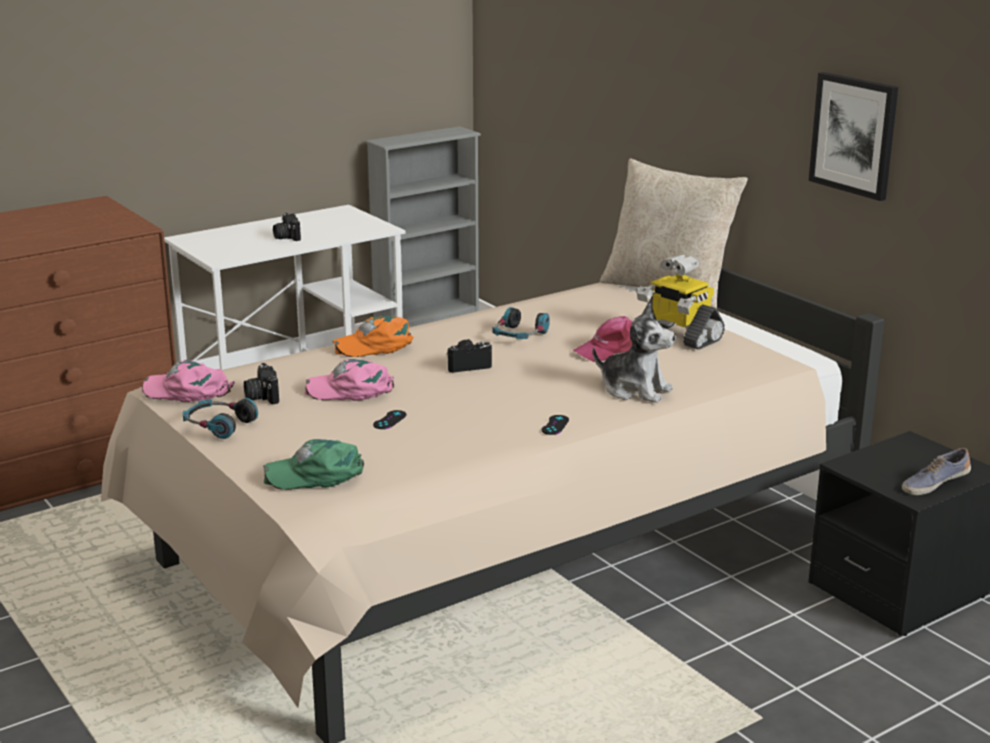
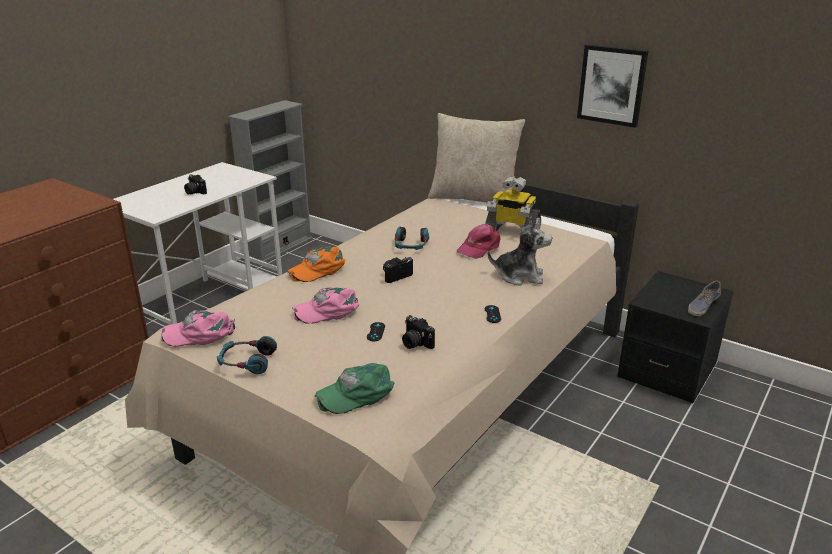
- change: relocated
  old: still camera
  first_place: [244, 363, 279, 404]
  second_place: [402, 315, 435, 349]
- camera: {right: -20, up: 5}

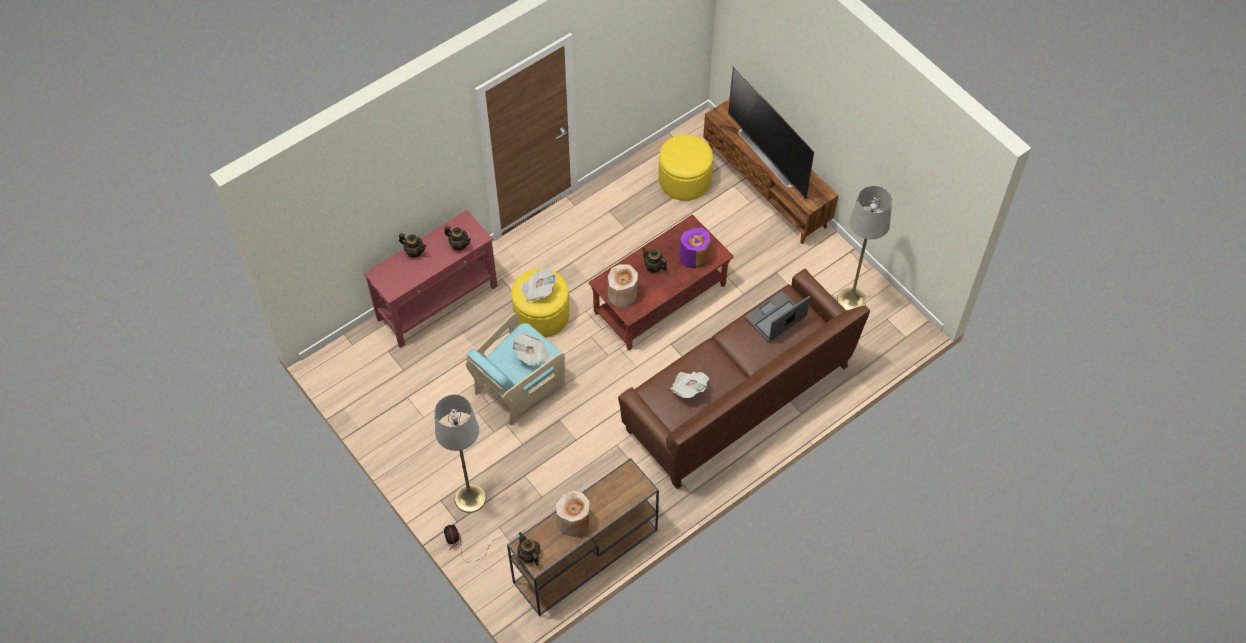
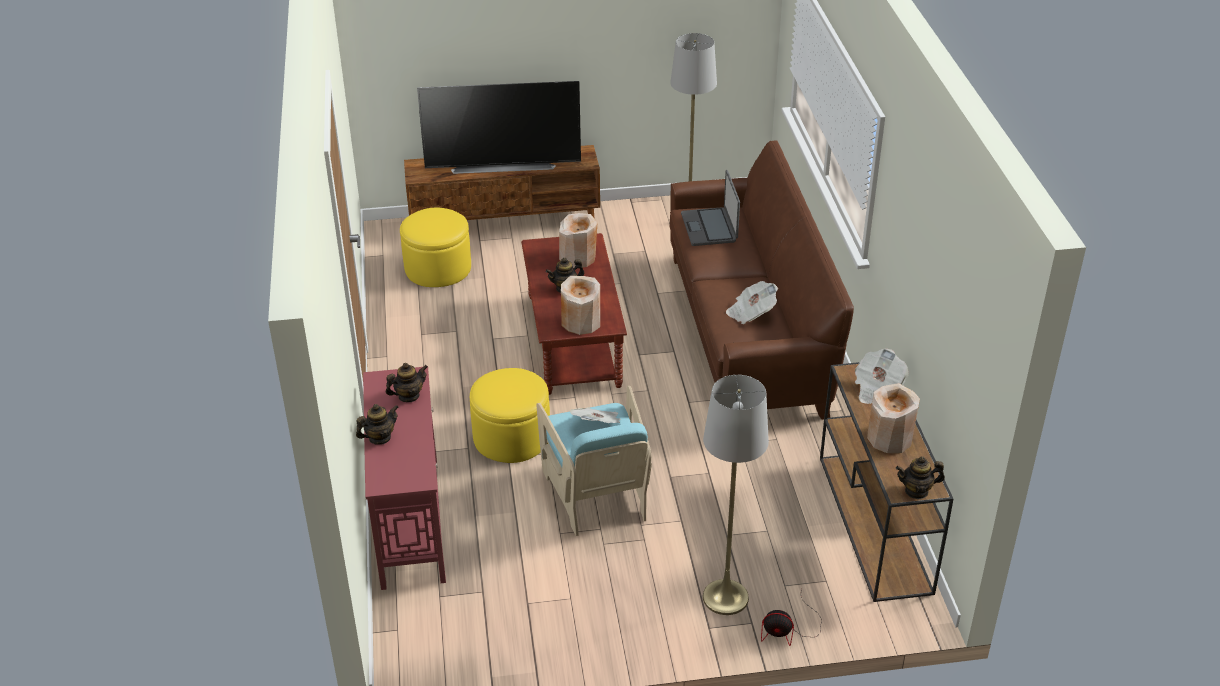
- change: colour
  old: purplish flower vase
  new: beige flower vase
  first_place: [679, 228, 710, 269]
  second_place: [559, 213, 597, 268]
- change: relocated
  old: daily paper
  first_place: [520, 269, 557, 301]
  second_place: [855, 348, 909, 404]
- camera: {right: -60, up: -20}

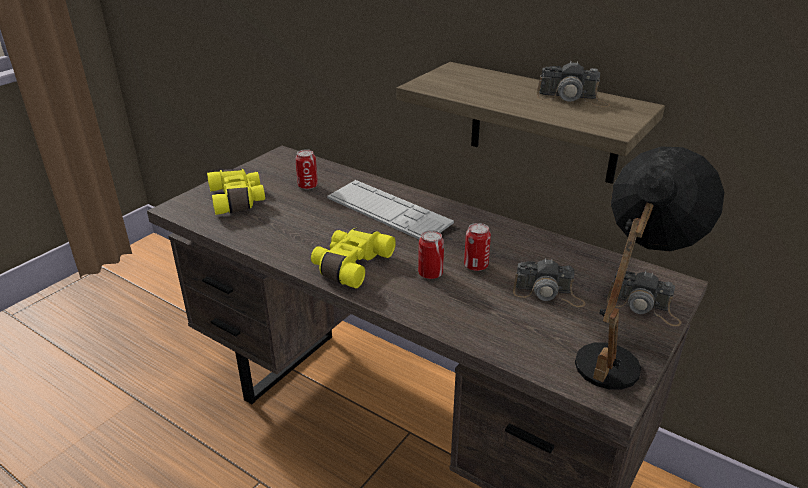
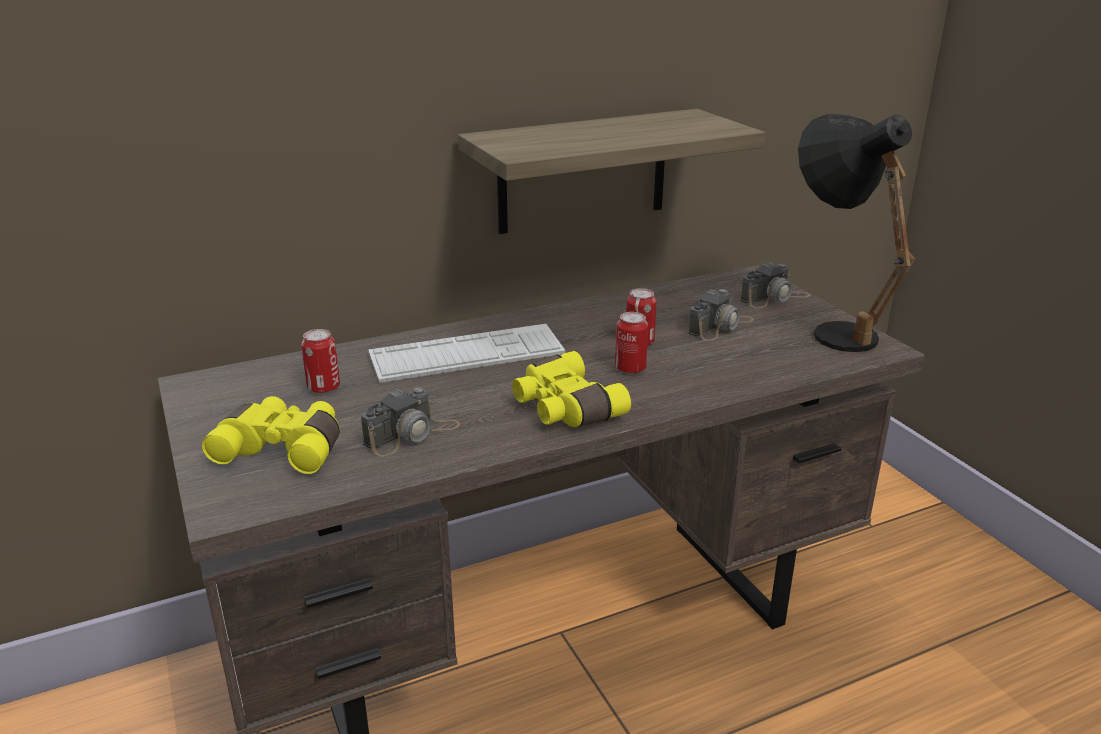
- change: relocated
  old: still camera
  first_place: [537, 61, 610, 107]
  second_place: [361, 387, 460, 457]
- camera: {right: -60, up: -5}

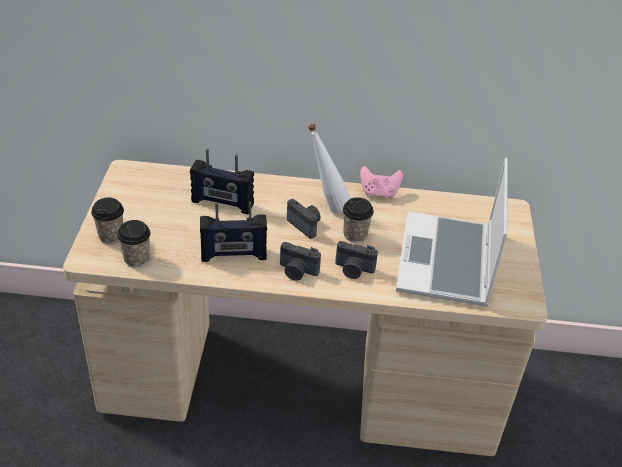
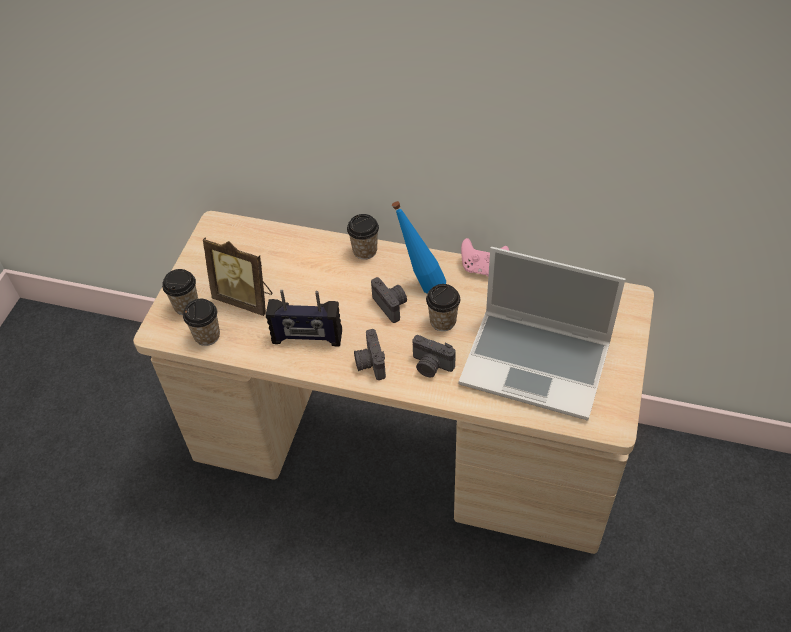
- change: colour
  old: white-coloured beverage bottle
  new: blue beverage bottle
  first_place: [308, 124, 350, 214]
  second_place: [392, 201, 446, 294]
- change: missing
  old: radio set
  first_place: [190, 148, 254, 214]
- change: spun
  old: notebook computer
  first_place: [396, 158, 508, 306]
  second_place: [459, 247, 625, 421]
  degrees: -90
- change: spun
  old: still camera
  first_place: [280, 242, 321, 281]
  second_place: [354, 329, 386, 380]
  degrees: 45
- change: appeared
  new: cup
  second_place: [347, 214, 379, 260]
- change: appeared
  new: picture frame
  second_place: [203, 237, 272, 316]
- camera: {right: 15, up: 10}

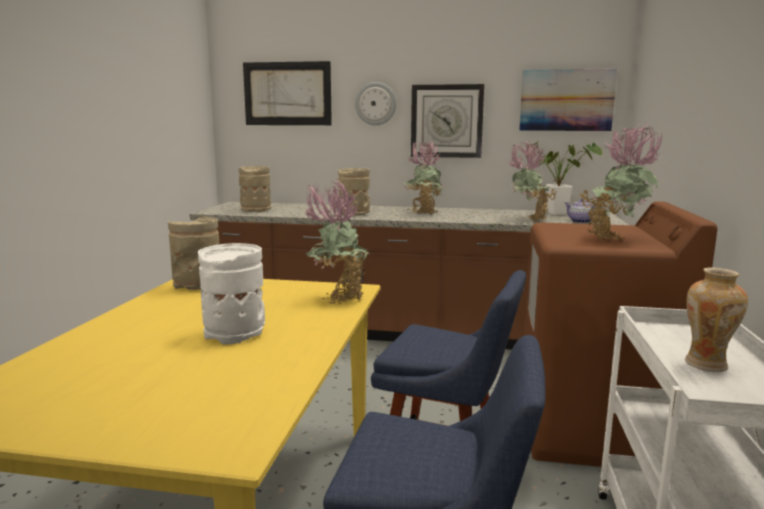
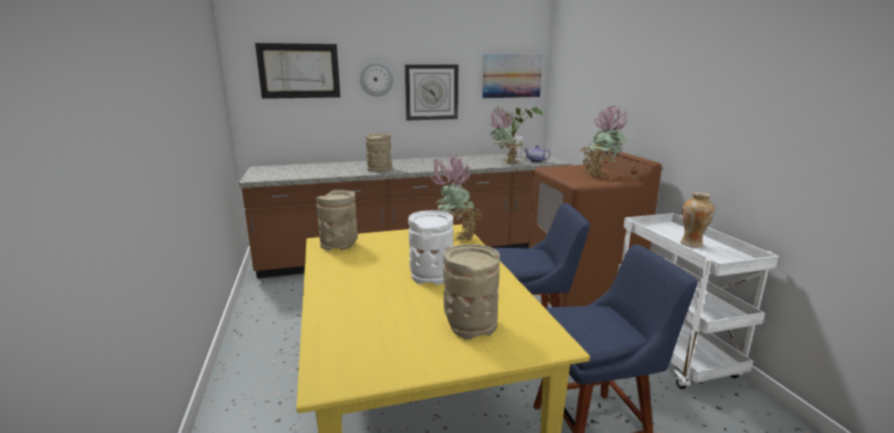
- change: missing
  old: potted plant
  first_place: [404, 140, 445, 215]
- change: relocated
  old: beige flower vase
  first_place: [238, 166, 271, 213]
  second_place: [444, 244, 500, 340]
- camera: {right: -25, up: 5}

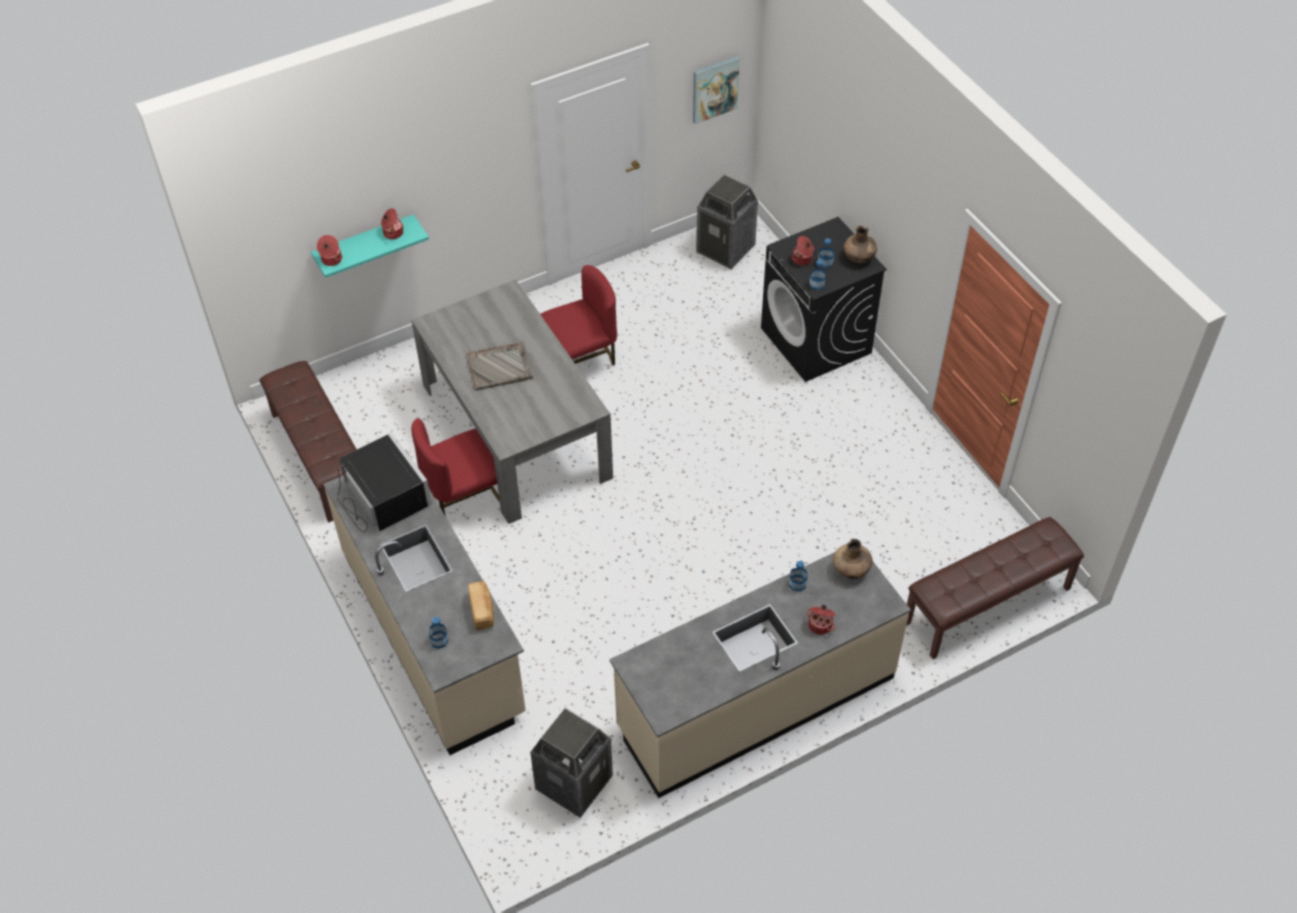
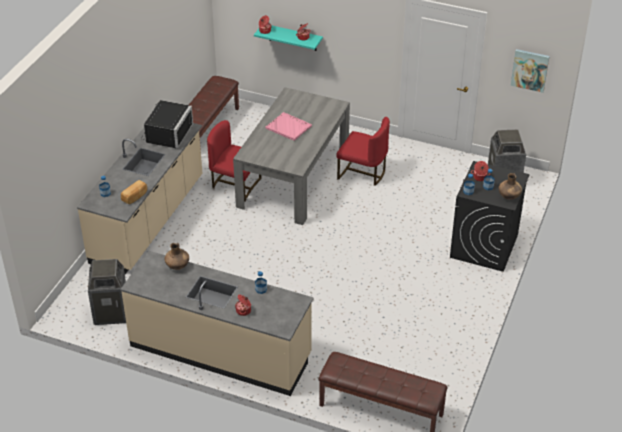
- change: colour
  old: grey carrying tray
  new: pink-coloured carrying tray
  first_place: [466, 342, 533, 391]
  second_place: [266, 112, 312, 141]
- change: relocated
  old: brown-coloured flower vase
  first_place: [833, 539, 873, 579]
  second_place: [165, 243, 189, 270]
- camera: {right: 50, up: -10}

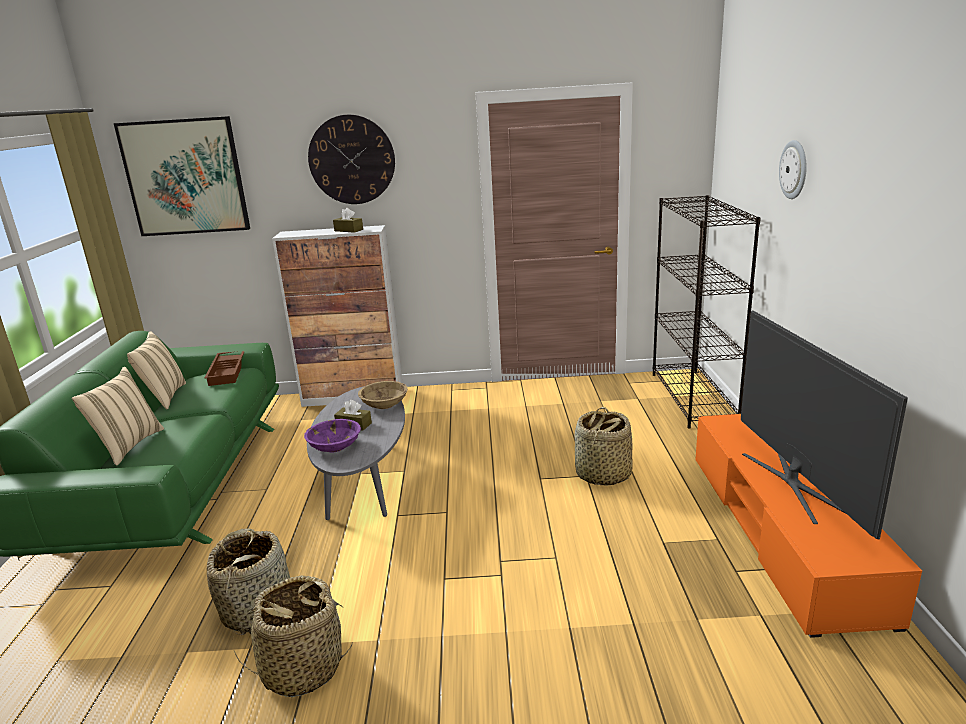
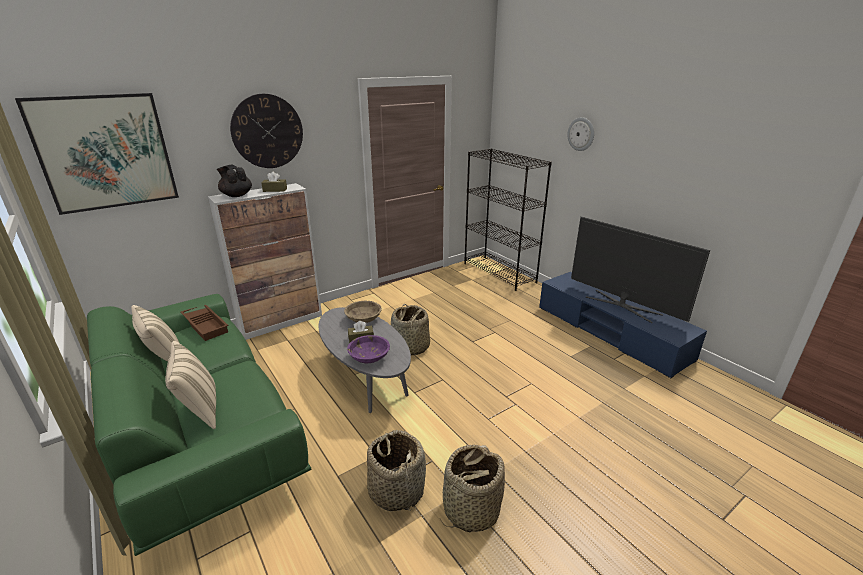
- change: relocated
  old: household basket
  first_place: [575, 407, 633, 486]
  second_place: [391, 304, 430, 356]
- change: colour
  old: orange tv unit
  new: blue tv unit
  first_place: [695, 414, 922, 638]
  second_place: [539, 272, 707, 378]
- change: appeared
  new: black-coloured tea pot
  second_place: [217, 165, 252, 197]
- camera: {right: -35, up: 5}

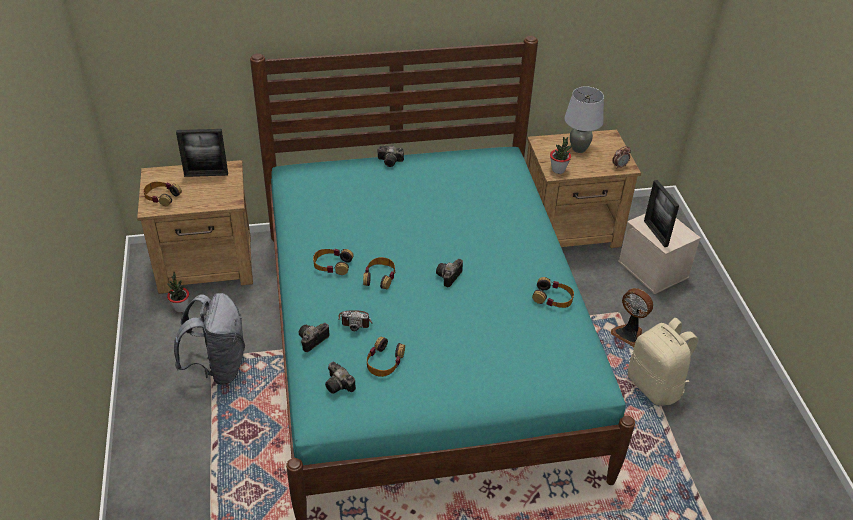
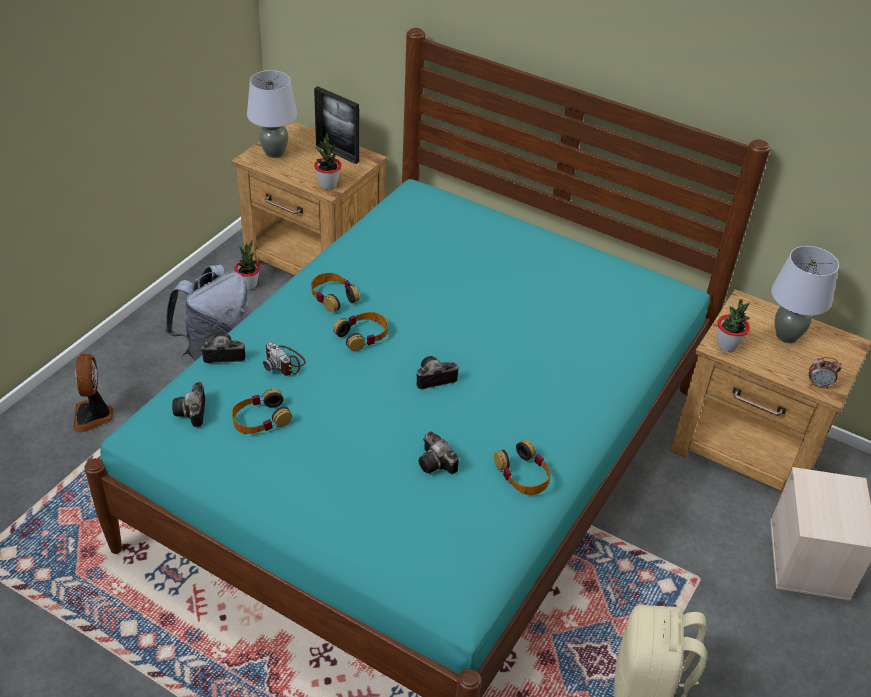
- change: relocated
  old: still camera
  first_place: [377, 145, 404, 167]
  second_place: [418, 431, 459, 474]
- change: missing
  old: picture frame
  first_place: [644, 180, 679, 247]
- change: exchanged
  old: headset
  new: grey table lamp
  first_place: [143, 182, 182, 206]
  second_place: [247, 70, 297, 158]
- change: relocated
  old: cooling fan
  first_place: [611, 288, 653, 347]
  second_place: [73, 354, 113, 433]
- change: appeared
  new: potted plant
  second_place: [314, 132, 342, 189]
- camera: {right: 40, up: 0}

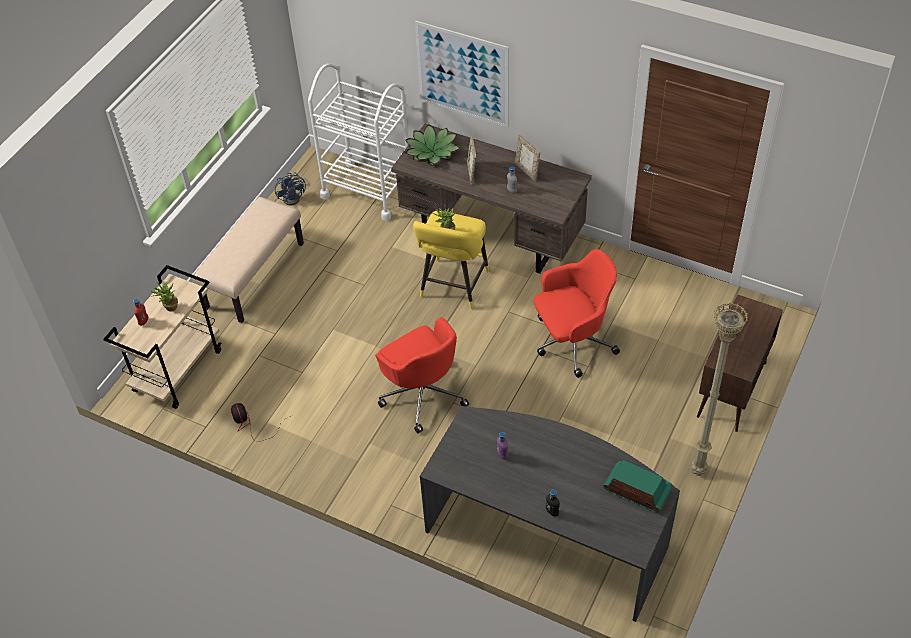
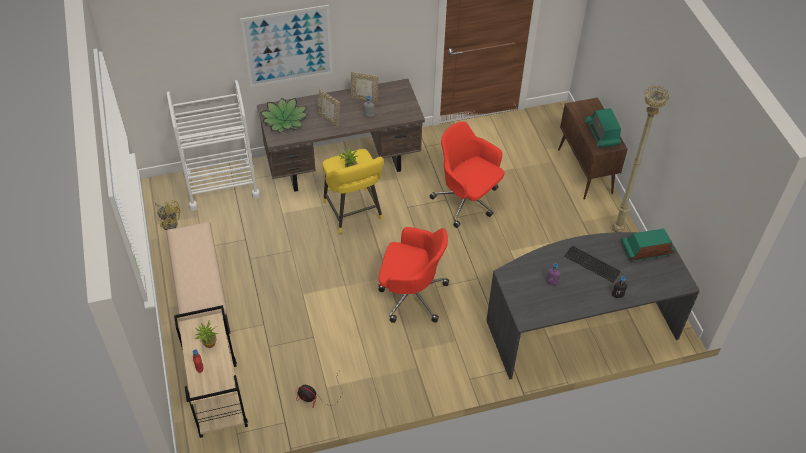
- change: colour
  old: blue cooling fan
  new: yellow-coloured cooling fan
  first_place: [275, 172, 306, 205]
  second_place: [155, 200, 180, 230]
- change: spun
  old: red-coloured office chair
  first_place: [534, 249, 620, 378]
  second_place: [429, 121, 505, 228]
  degrees: -75
- change: appeared
  new: radio set
  second_place: [585, 108, 621, 148]
- change: appeared
  new: computer keyboard
  second_place: [564, 246, 621, 282]
- camera: {right: -45, up: 0}

